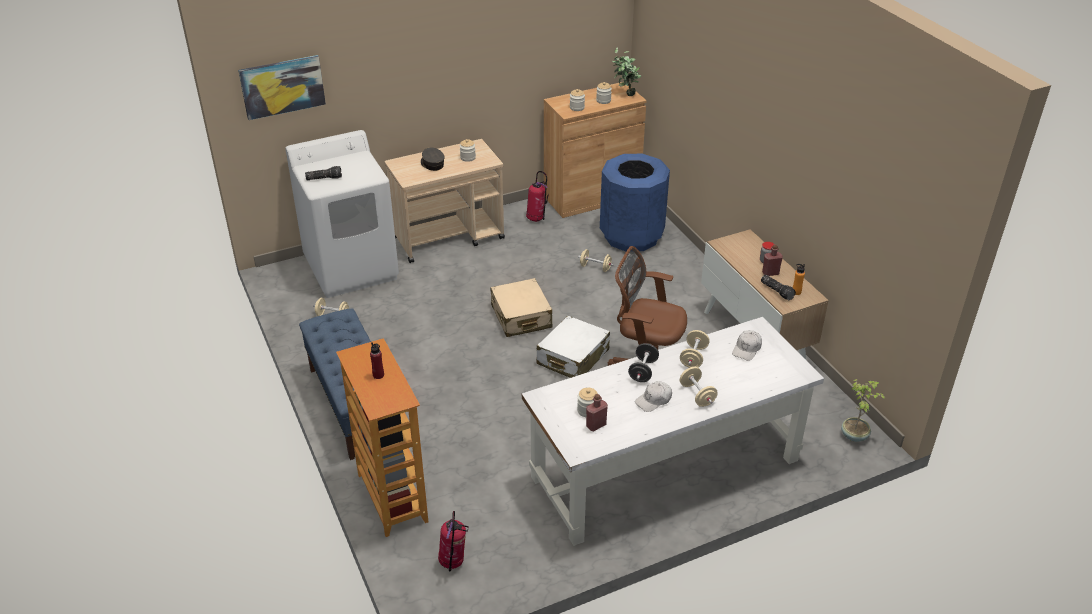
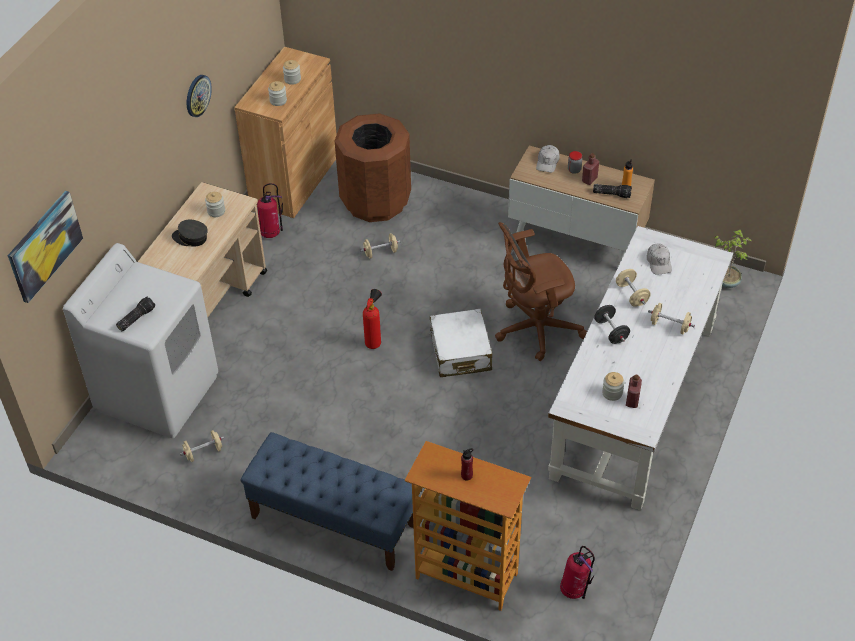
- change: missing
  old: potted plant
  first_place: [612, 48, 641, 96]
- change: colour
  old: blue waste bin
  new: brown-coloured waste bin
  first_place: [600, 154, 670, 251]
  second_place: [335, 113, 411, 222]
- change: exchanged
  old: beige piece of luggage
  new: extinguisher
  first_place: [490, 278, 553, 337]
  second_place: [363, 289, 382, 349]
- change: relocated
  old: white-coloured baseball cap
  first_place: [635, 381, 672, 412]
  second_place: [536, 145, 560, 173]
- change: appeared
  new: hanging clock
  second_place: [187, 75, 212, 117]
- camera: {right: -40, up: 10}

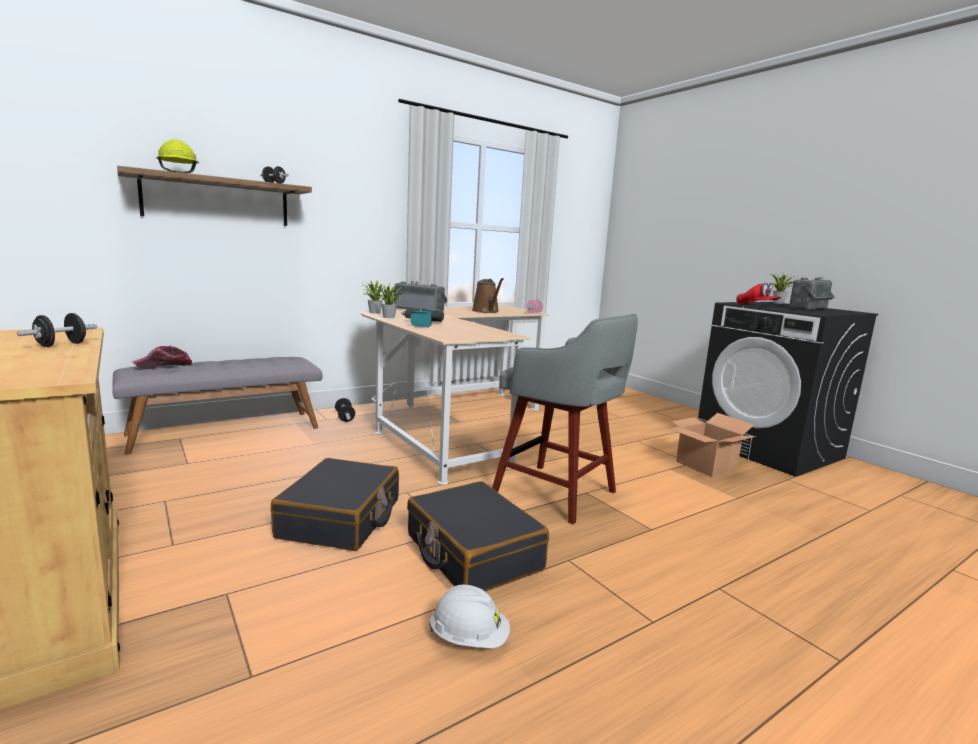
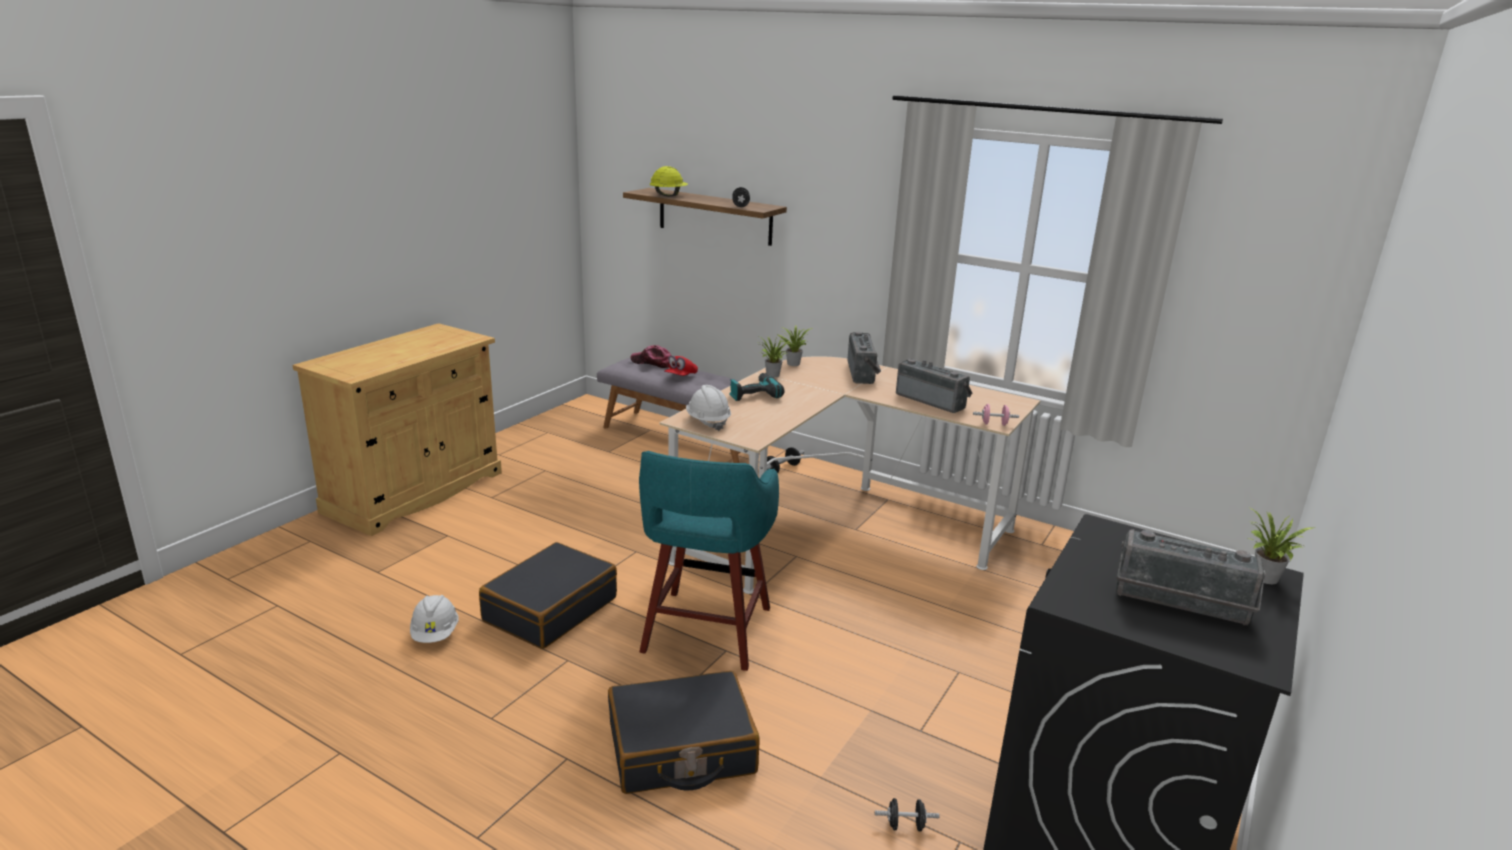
- change: exchanged
  old: brown-coloured sprinkling can
  new: radio set
  first_place: [472, 278, 504, 313]
  second_place: [896, 359, 972, 413]
- change: relocated
  old: red-coloured baseball cap
  first_place: [736, 283, 781, 304]
  second_place: [664, 355, 698, 376]
- change: relocated
  old: black-coloured free weight
  first_place: [17, 313, 97, 347]
  second_place: [875, 798, 940, 832]
- change: colour
  old: grey stool
  new: turquoise stool
  first_place: [492, 314, 638, 524]
  second_place: [639, 451, 779, 671]
- change: missing
  old: packing box
  first_place: [668, 413, 756, 477]
- change: relocated
  old: black-coloured piece of luggage
  first_place: [271, 458, 399, 551]
  second_place: [608, 671, 760, 794]
- change: appeared
  new: white-coloured work helmet
  second_place: [686, 385, 731, 431]
- camera: {right: 65, up: 10}

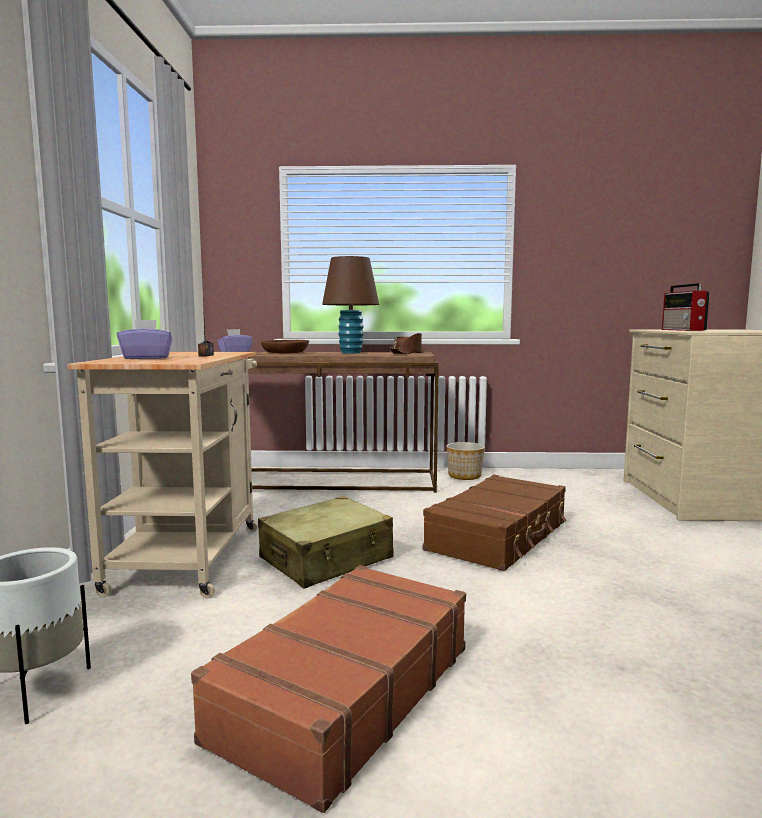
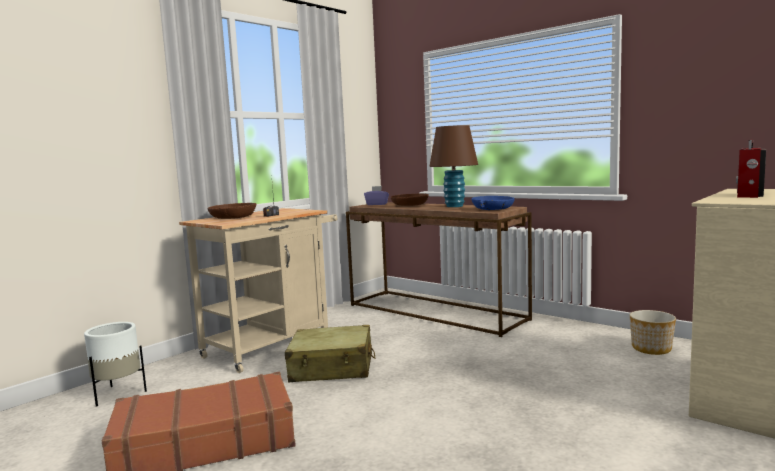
- change: exchanged
  old: purplish tissue holder
  new: brown-coloured serving bowl
  first_place: [117, 320, 172, 359]
  second_place: [207, 203, 256, 219]
- change: exchanged
  old: brown-coloured clothing hat
  new: blue serving bowl
  first_place: [390, 333, 426, 354]
  second_place: [471, 196, 515, 210]
- change: relocated
  old: planter
  first_place: [446, 442, 485, 480]
  second_place: [630, 310, 676, 355]
- change: missing
  old: brown-coloured piece of luggage
  first_place: [423, 475, 567, 571]
- camera: {right: 40, up: 0}

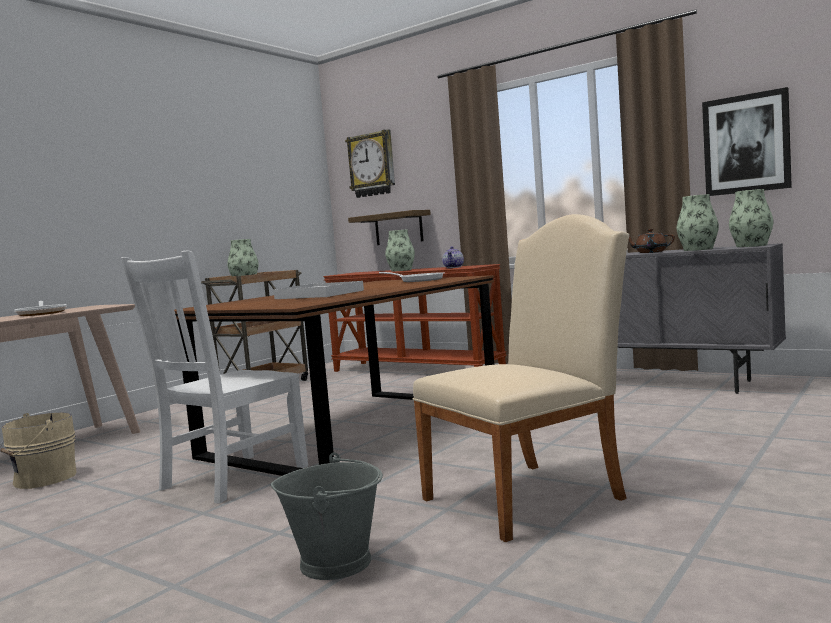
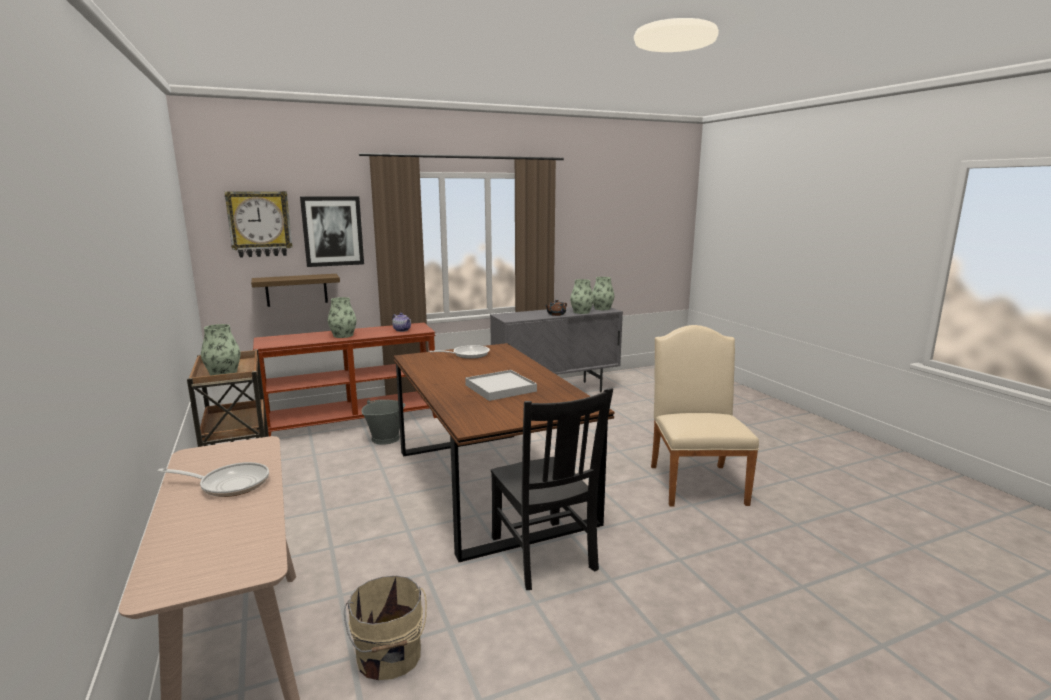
- change: relocated
  old: picture
  first_place: [702, 87, 792, 196]
  second_place: [300, 196, 364, 267]
- change: colour
  old: white-coloured upright chair
  new: black-coloured upright chair
  first_place: [121, 250, 308, 503]
  second_place: [491, 388, 613, 590]
- change: relocated
  old: grey pail
  first_place: [271, 452, 383, 580]
  second_place: [362, 399, 405, 445]
- camera: {right: -60, up: 10}

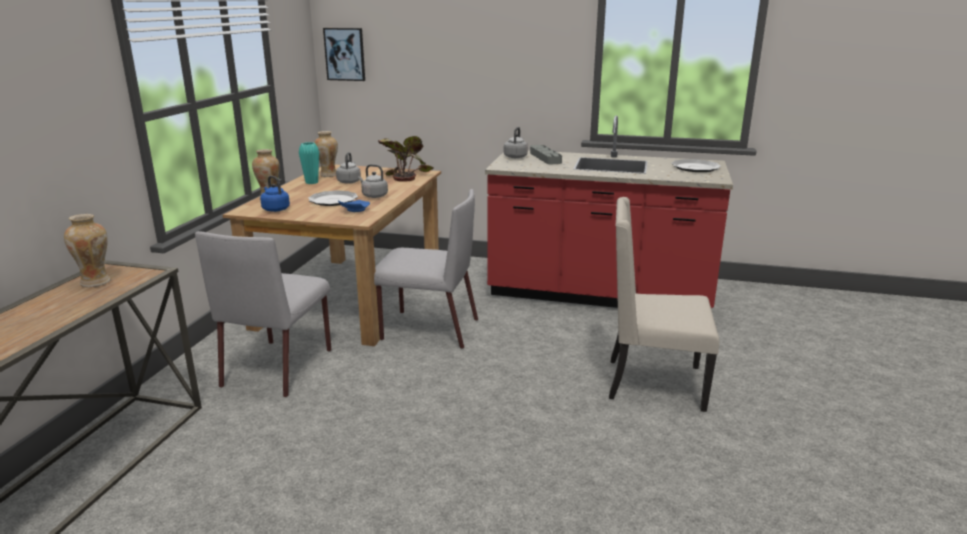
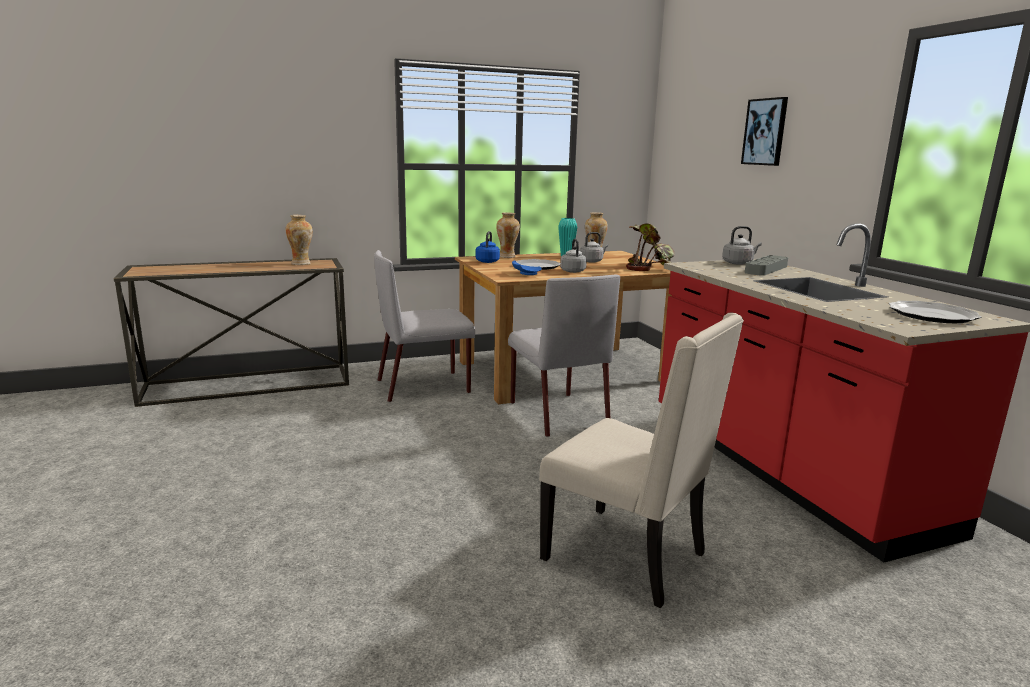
- change: relocated
  old: picture
  first_place: [323, 28, 365, 81]
  second_place: [741, 97, 788, 166]
- change: spun
  old: beige upright chair
  first_place: [609, 197, 719, 412]
  second_place: [539, 313, 744, 608]
  degrees: 150
- camera: {right: 55, up: -5}

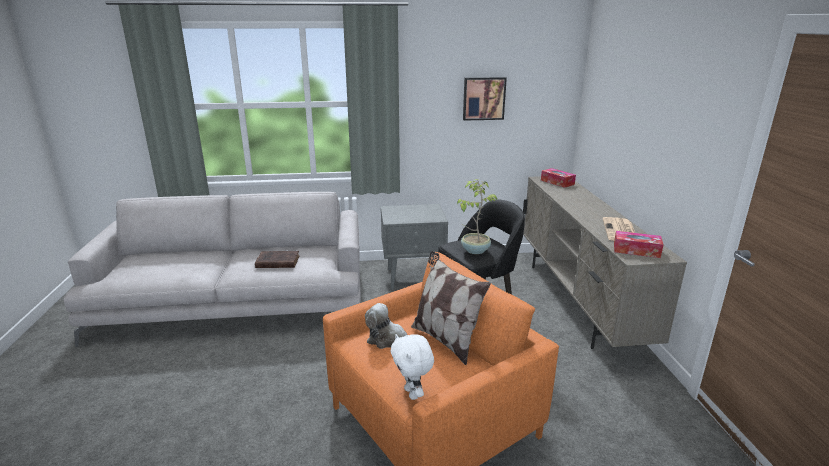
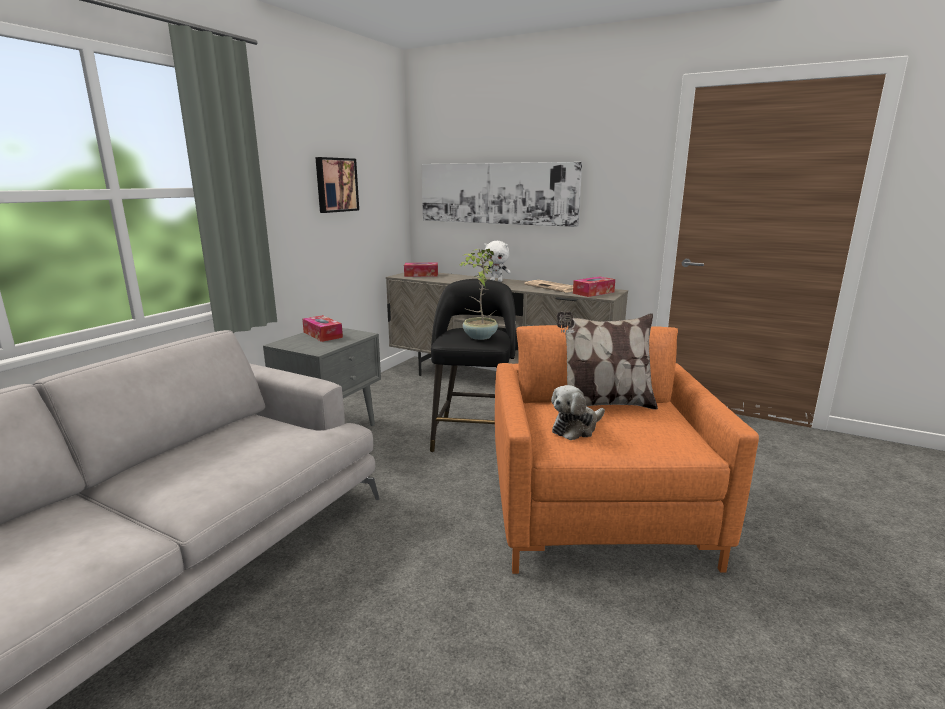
- change: missing
  old: brown-coloured bound book
  first_place: [255, 251, 299, 268]
- change: relocated
  old: white-coloured plush toy
  first_place: [391, 334, 434, 400]
  second_place: [484, 241, 511, 282]
- change: appeared
  new: picture
  second_place: [421, 162, 582, 227]
- change: appeared
  new: tissue holder
  second_place: [302, 315, 343, 342]
- camera: {right: -55, up: -5}

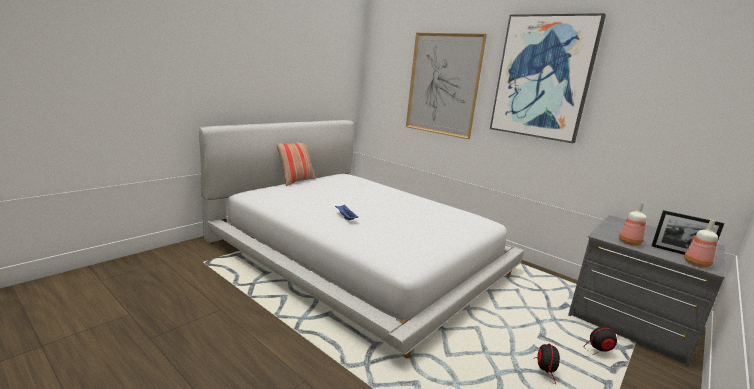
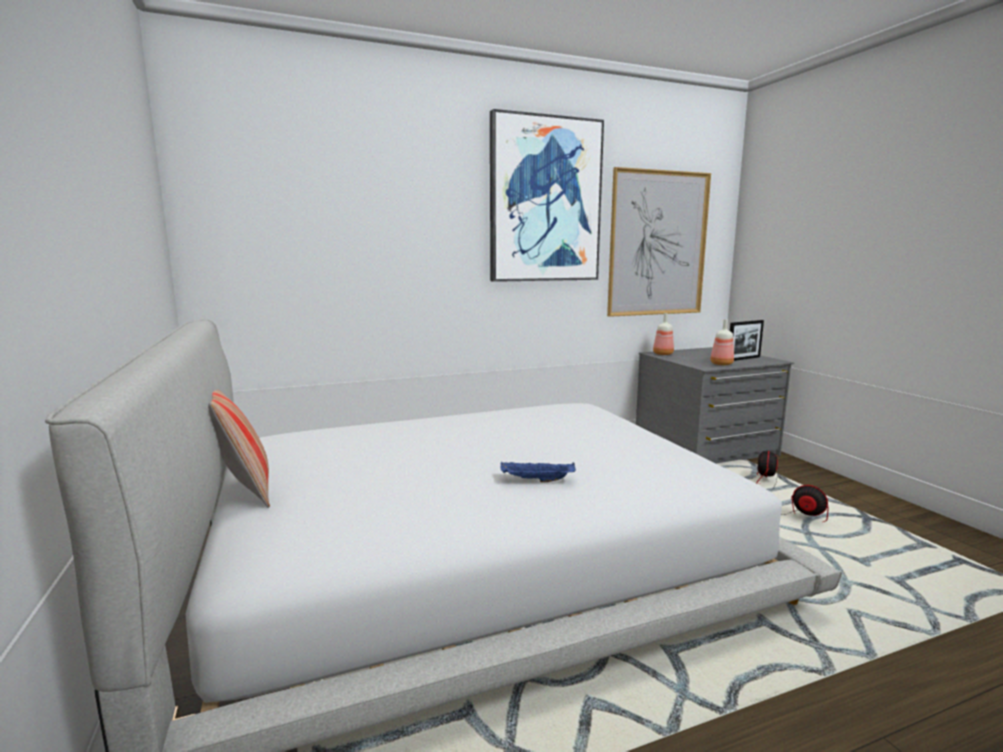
- change: relocated
  old: picture
  first_place: [406, 33, 487, 139]
  second_place: [607, 167, 711, 317]
- change: relocated
  old: beverage bottle
  first_place: [684, 220, 718, 267]
  second_place: [653, 313, 674, 355]
- camera: {right: -60, up: -5}

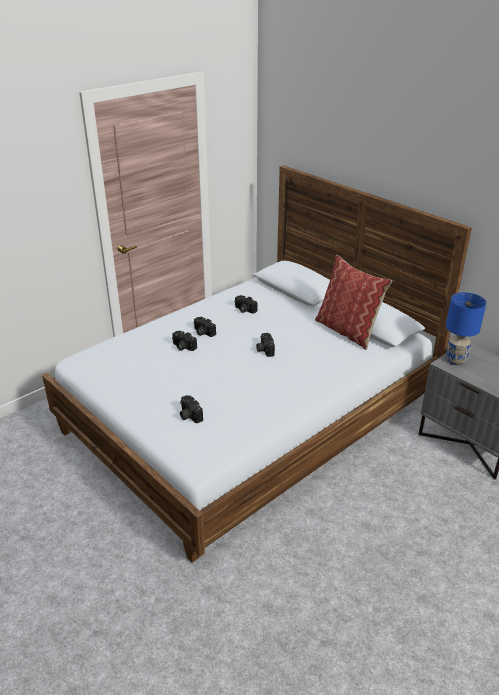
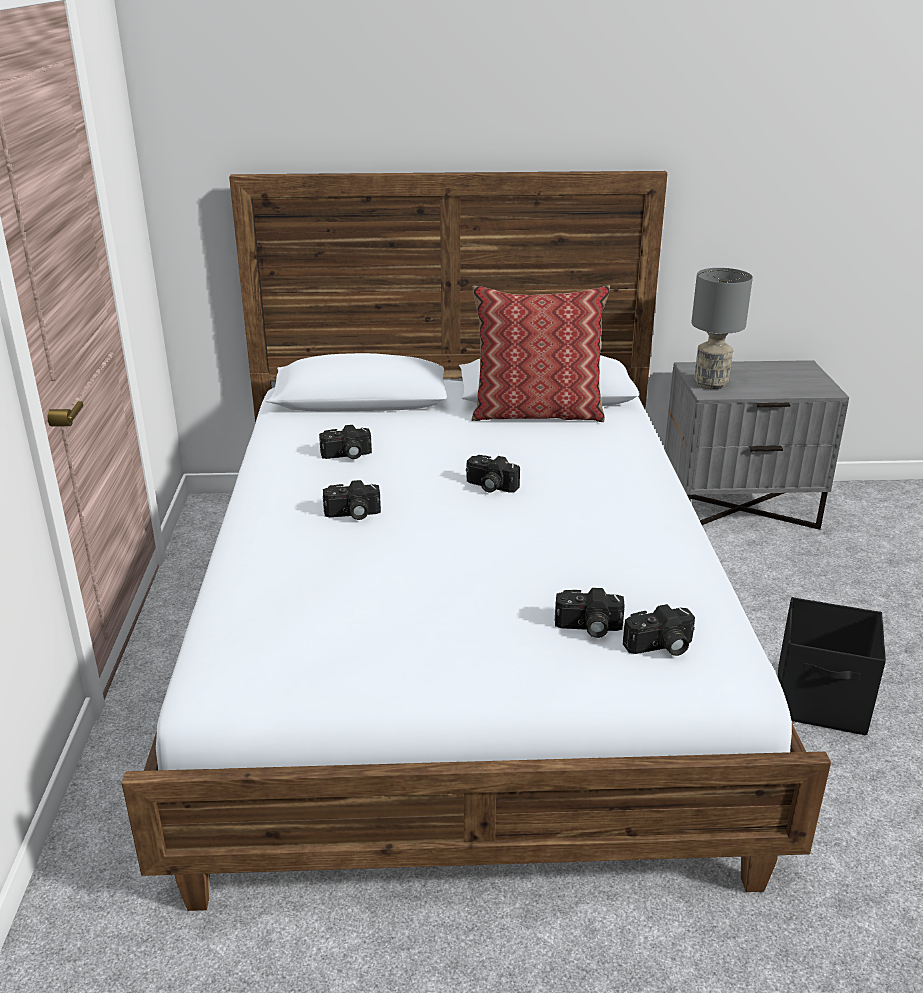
- change: colour
  old: blue table lamp
  new: grey table lamp
  first_place: [446, 292, 486, 365]
  second_place: [691, 268, 753, 389]
- change: relocated
  old: still camera
  first_place: [172, 331, 197, 351]
  second_place: [623, 604, 695, 656]
- change: appeared
  new: black-coloured storage container
  second_place: [778, 597, 886, 735]
- camera: {right: -50, up: -5}

